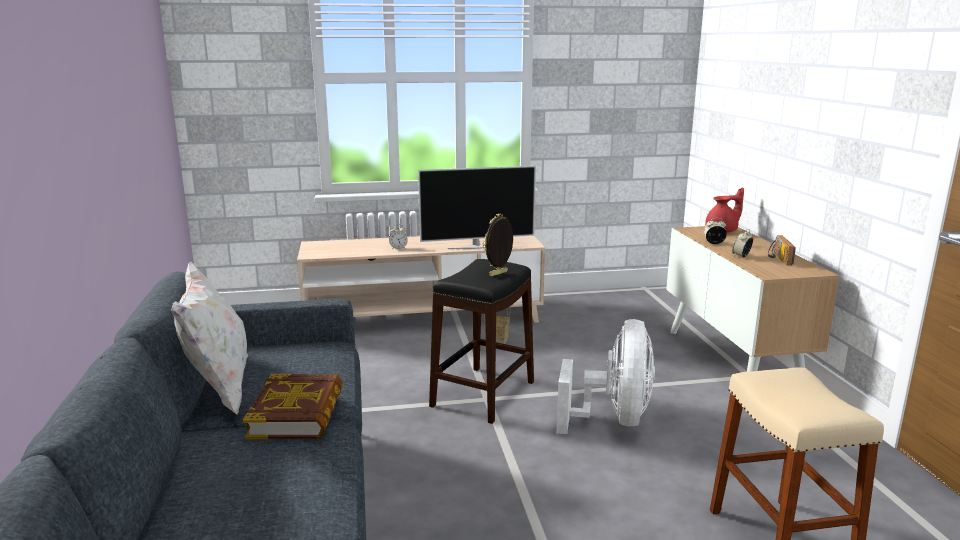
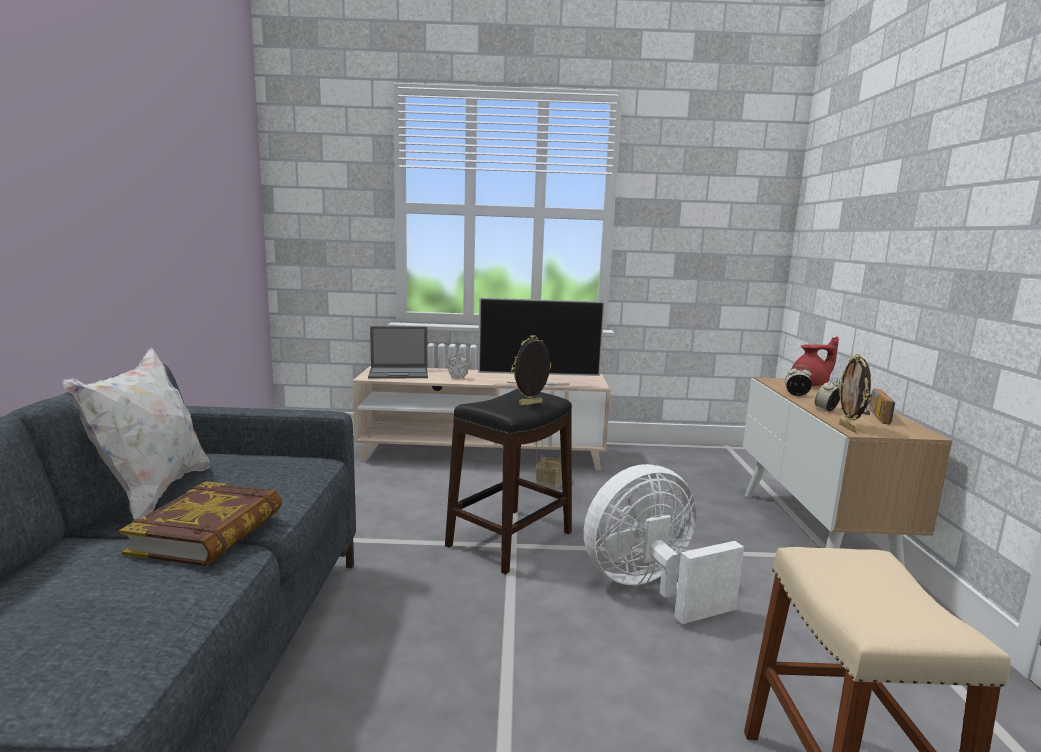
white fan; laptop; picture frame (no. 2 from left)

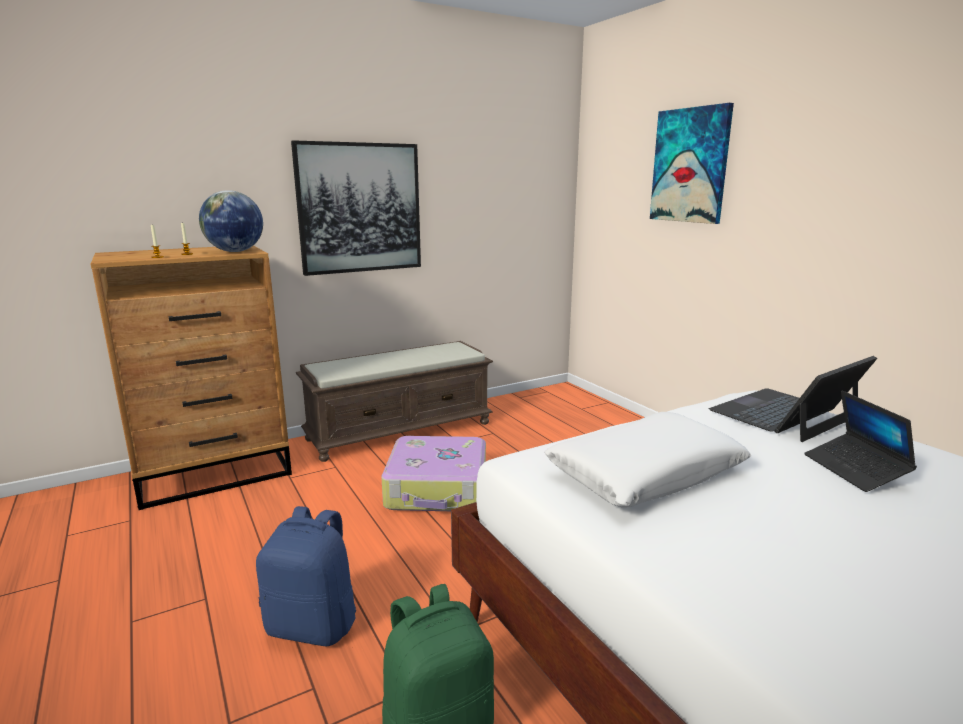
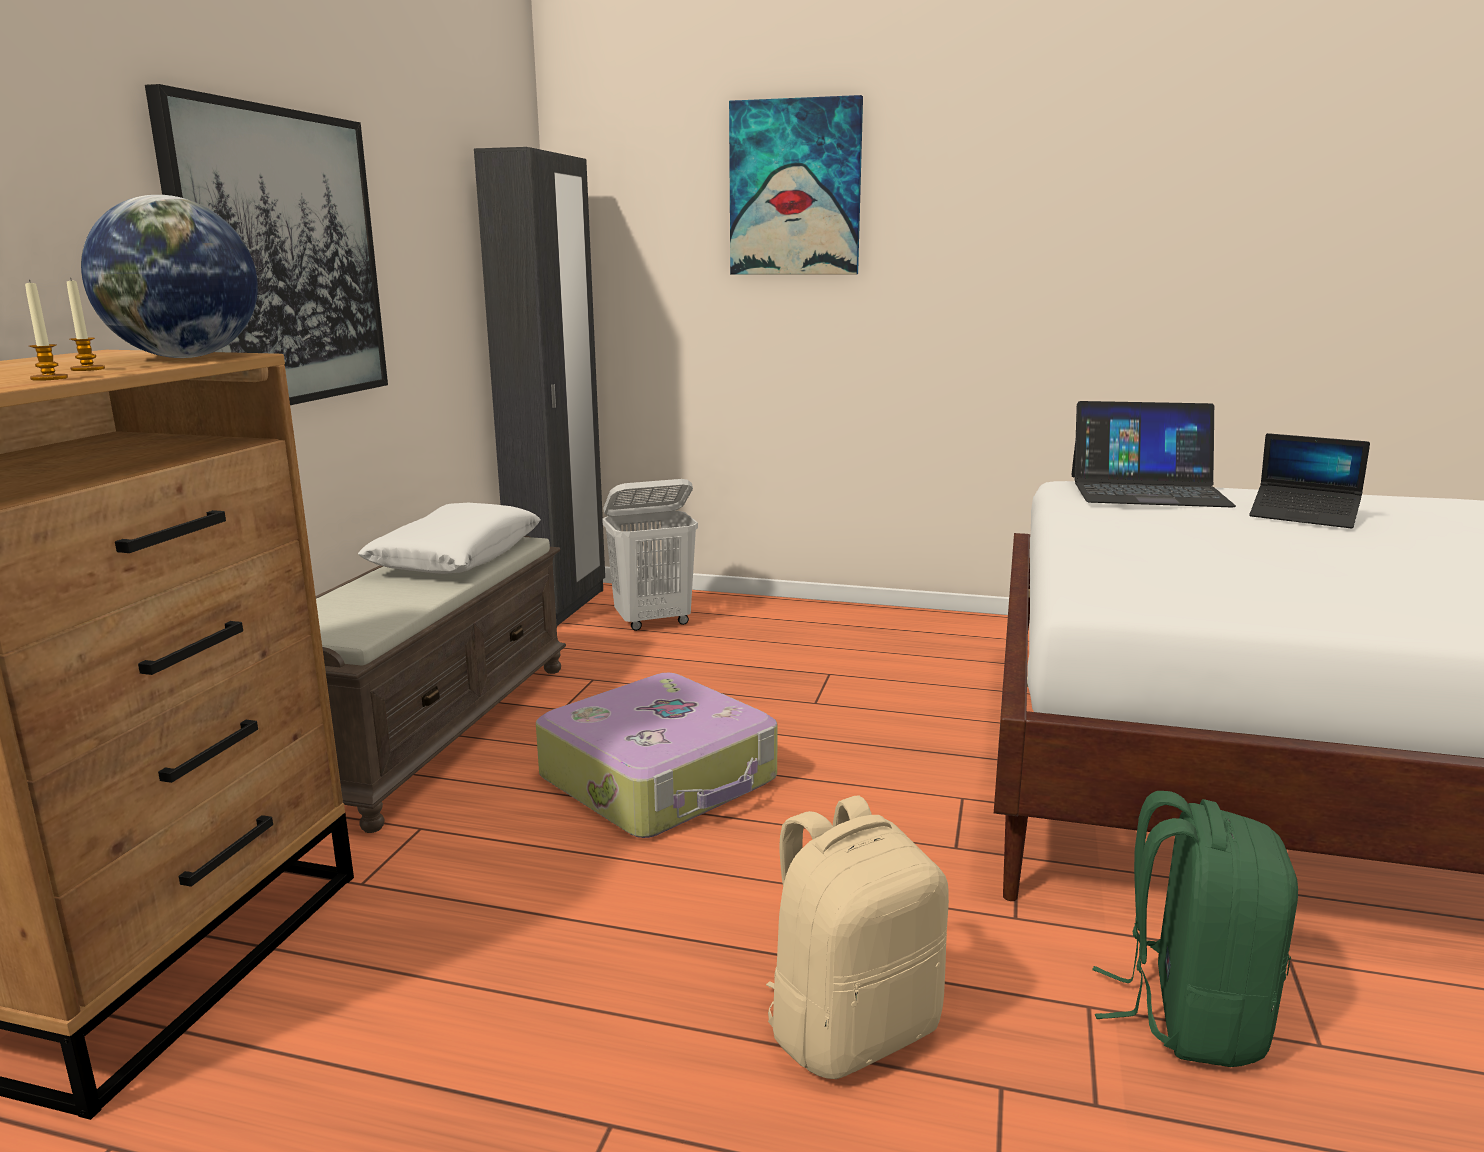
beige backpack; white pillow; laptop (no. 1 from left); black wardrobe; white laundry basket

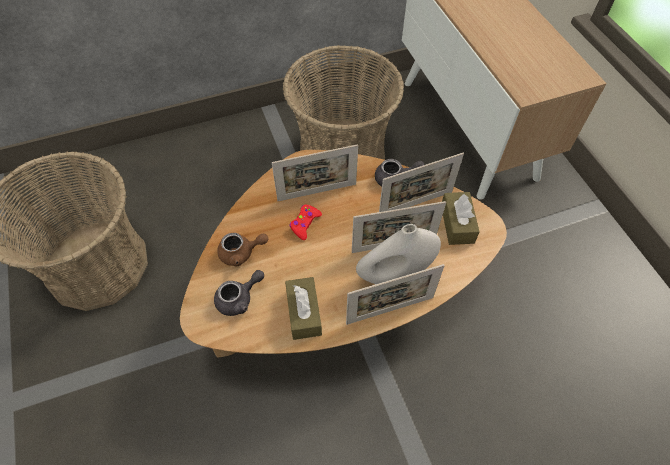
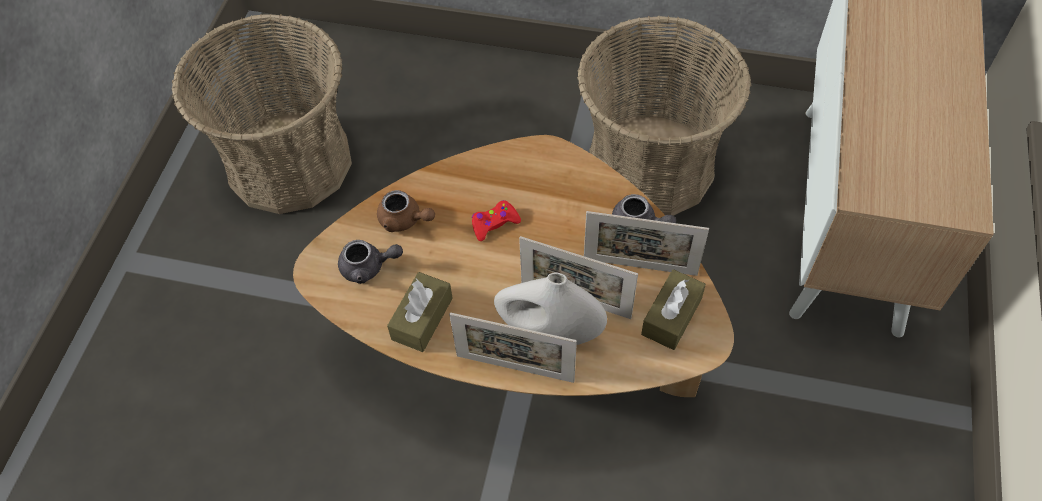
picture frame (no. 1 from left in the first image)

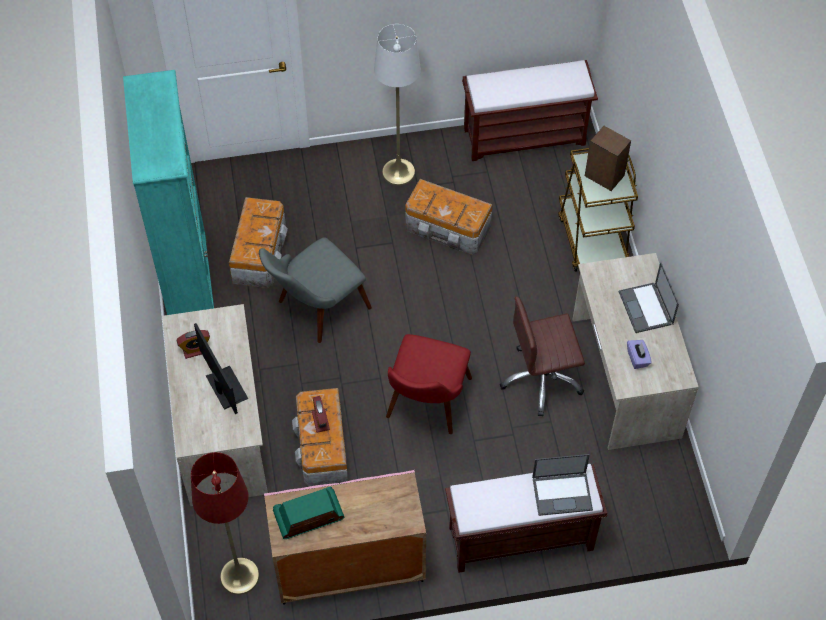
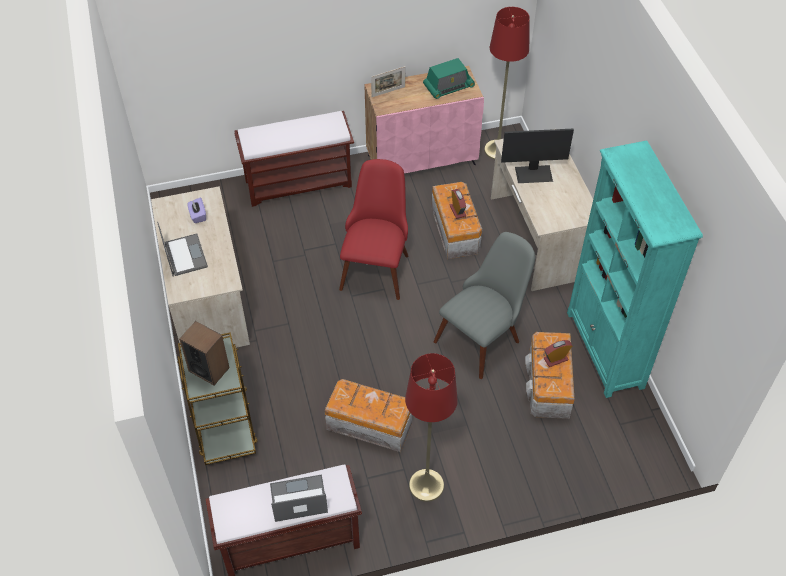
alarm clock (no. 2 from left); monitor; red floor lamp (no. 1 from left); brown office chair; laptop (no. 2 from left); picture frame

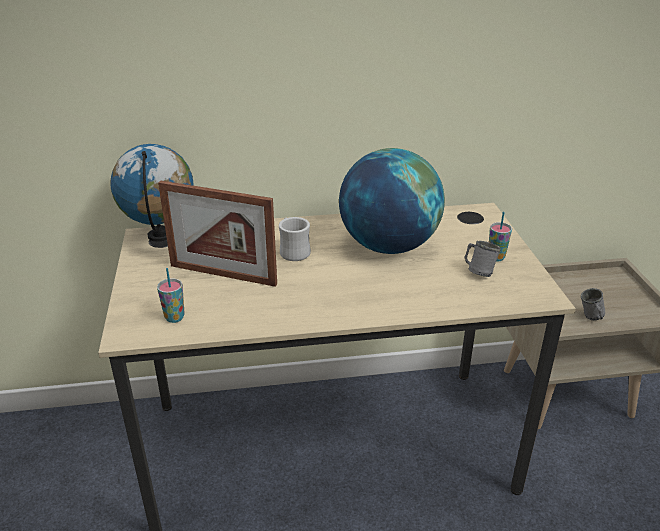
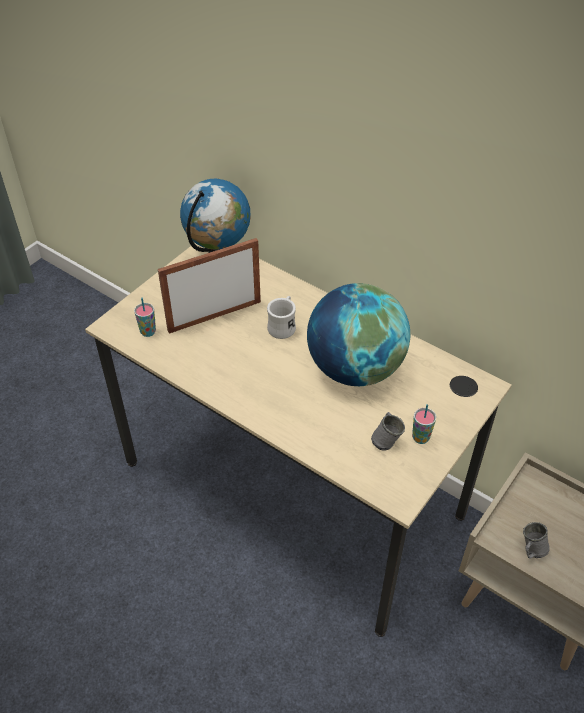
picture frame

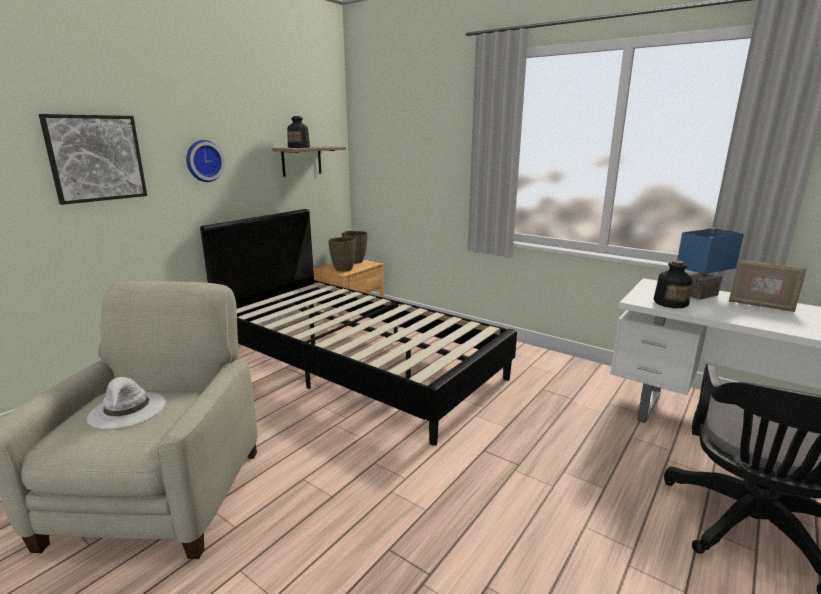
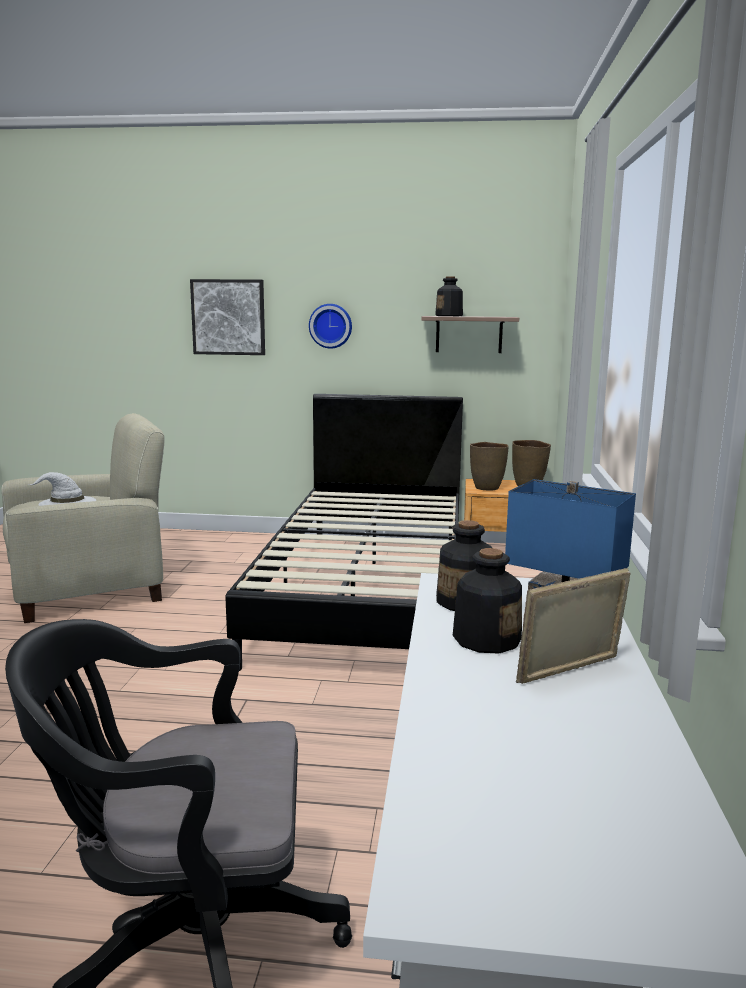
picture frame; bottle (no. 3 from left)

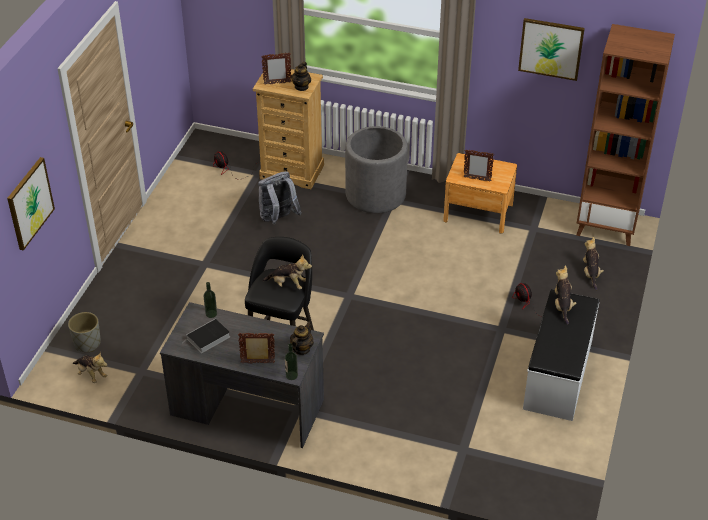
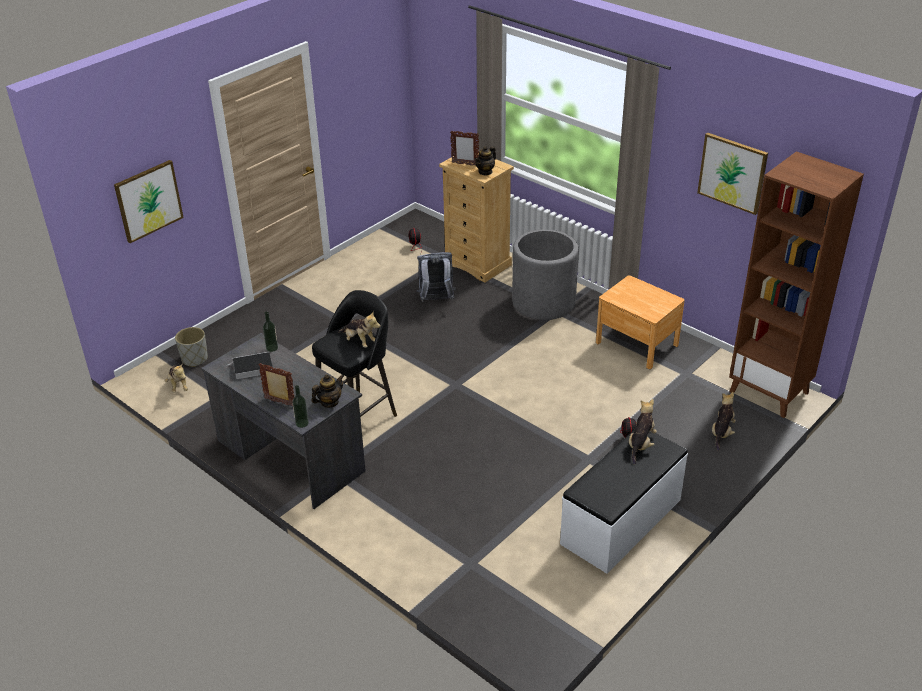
picture frame (no. 3 from left in the first image)

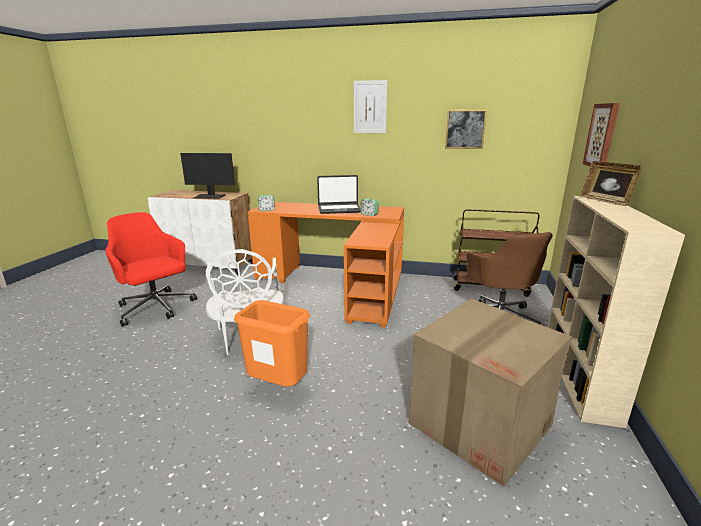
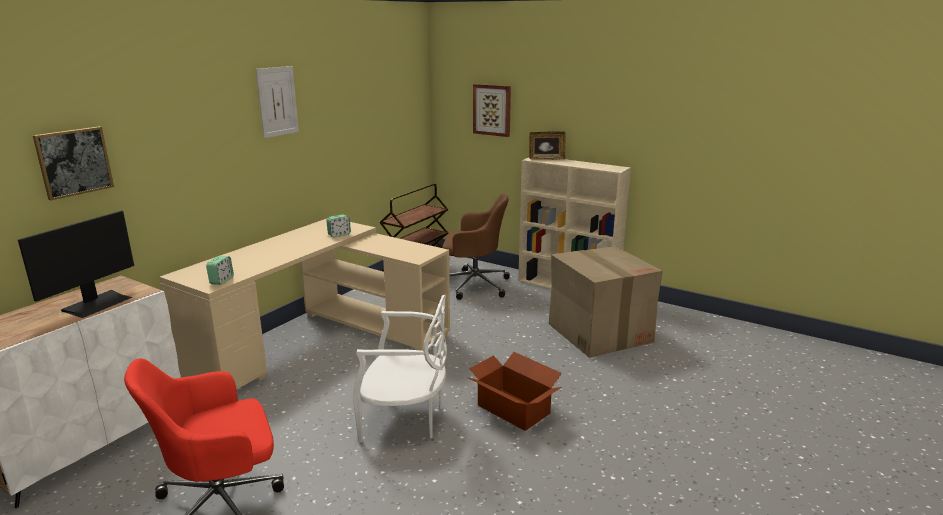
cardboard box (no. 1 from left); beige desk; laptop; picture (no. 1 from left)

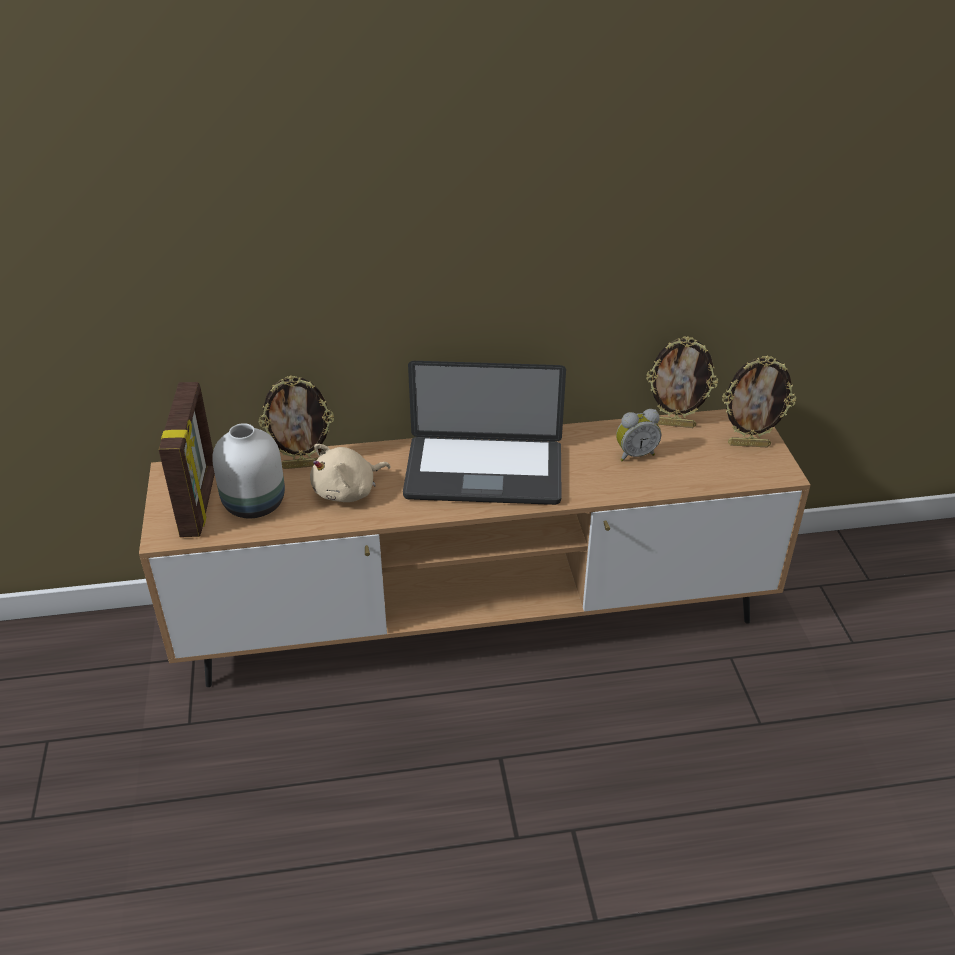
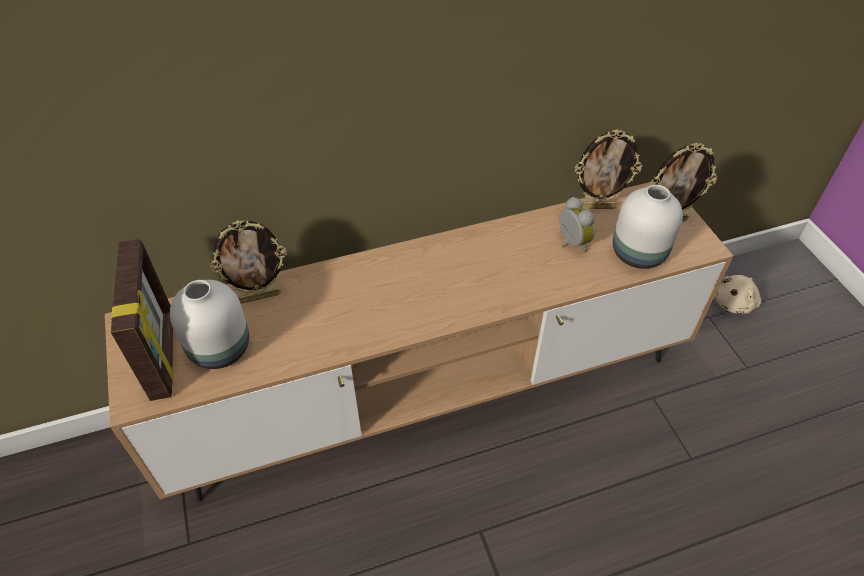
beige plush toy; laptop; alarm clock; white vase (no. 2 from left)

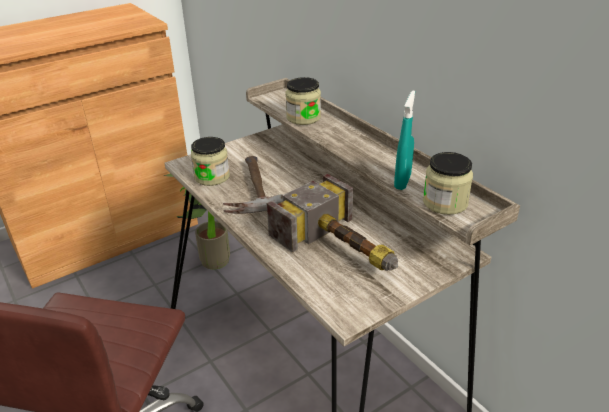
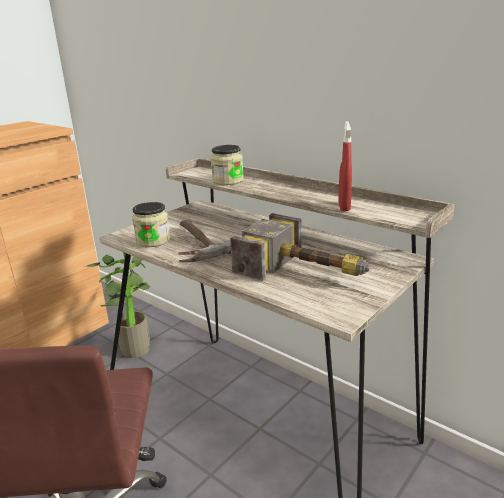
red spray bottle; jar (no. 3 from left in the first image)

